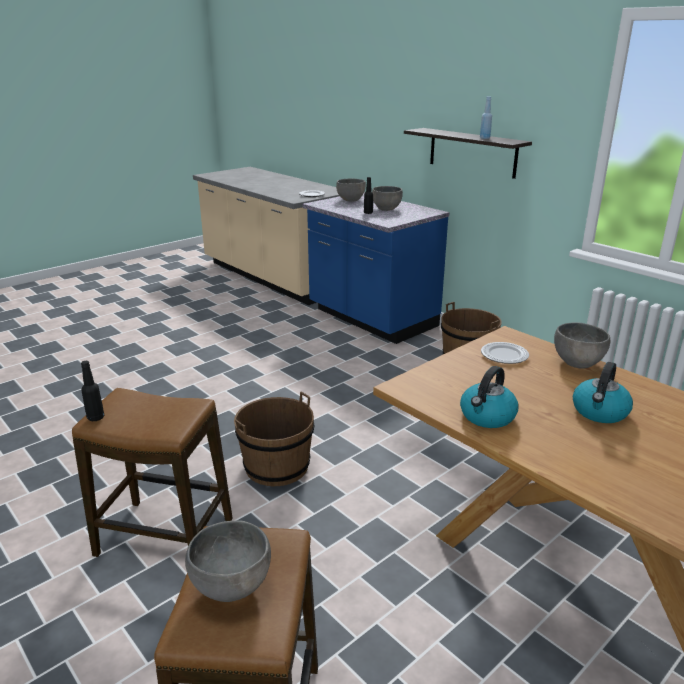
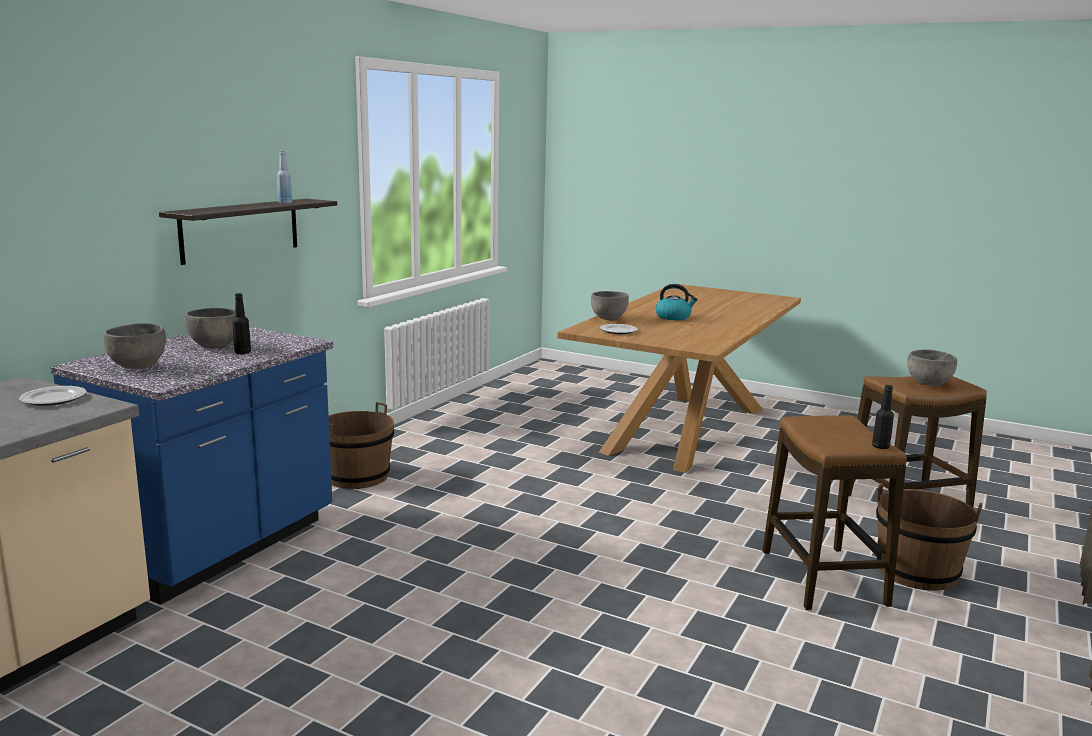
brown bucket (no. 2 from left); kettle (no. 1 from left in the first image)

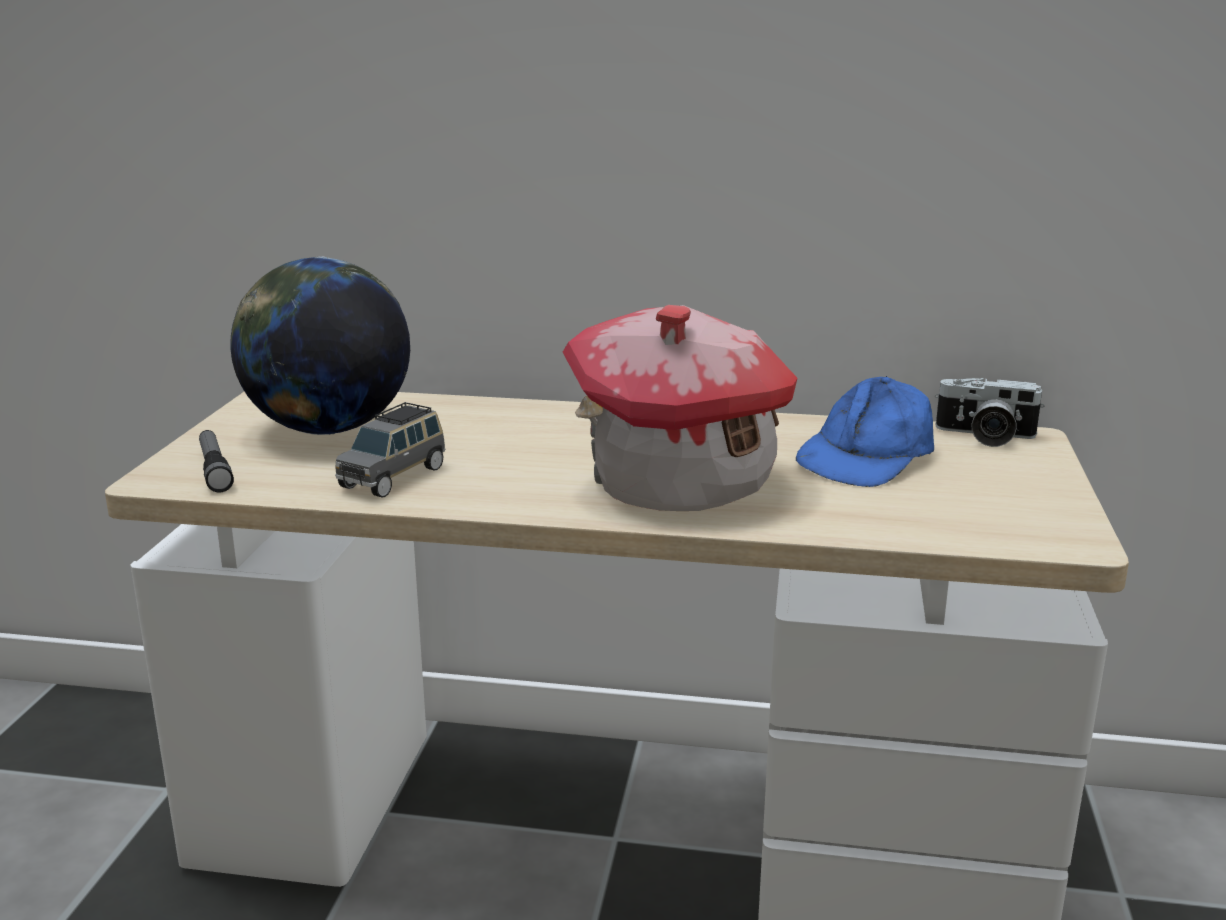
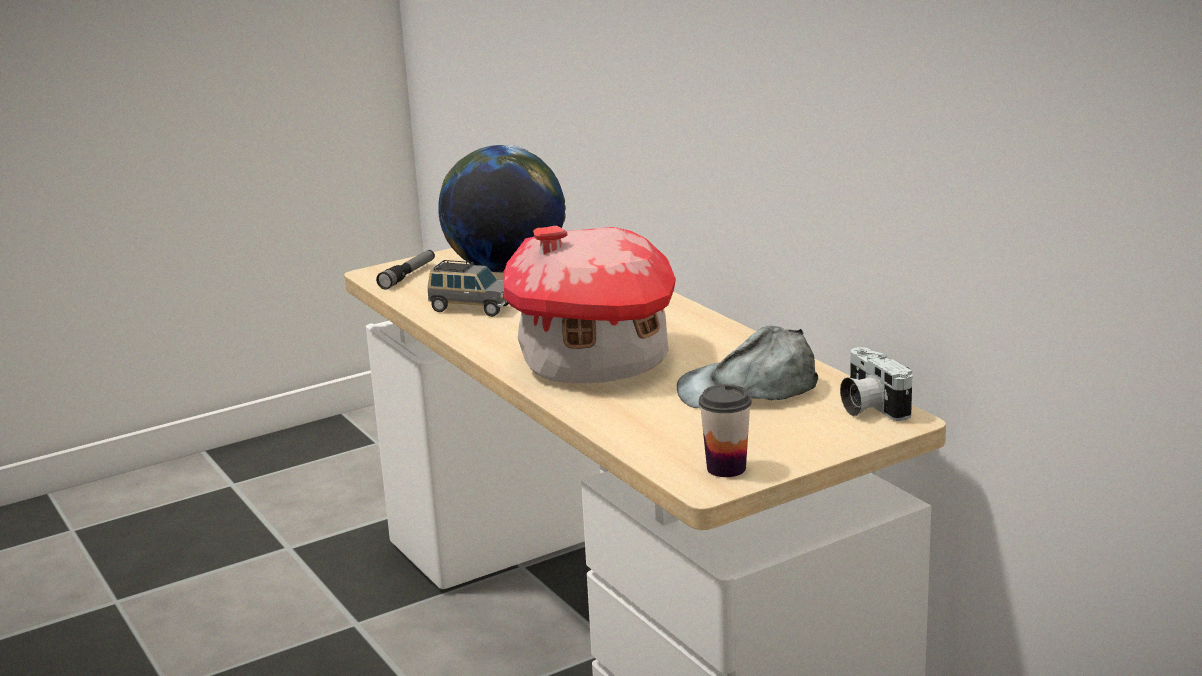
grey toy car; grey cap; cup

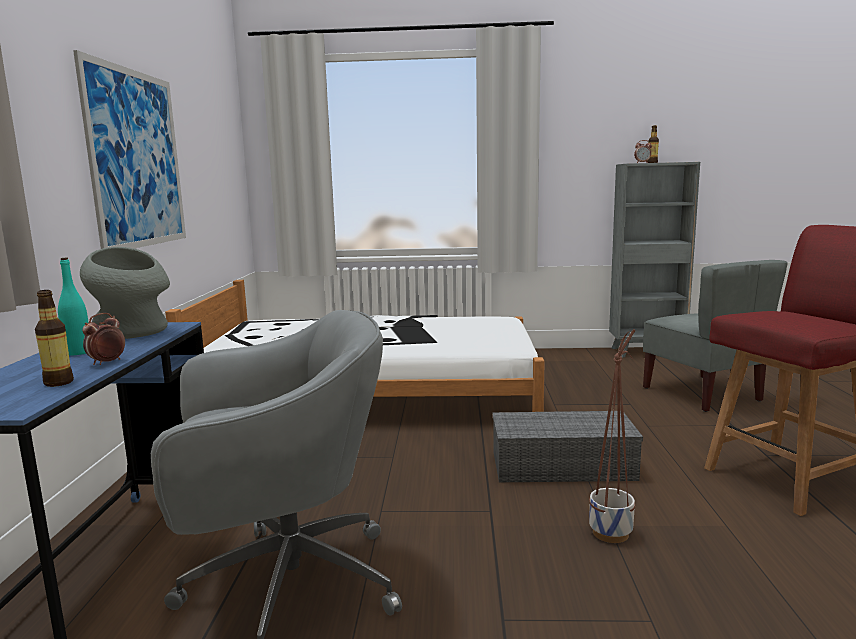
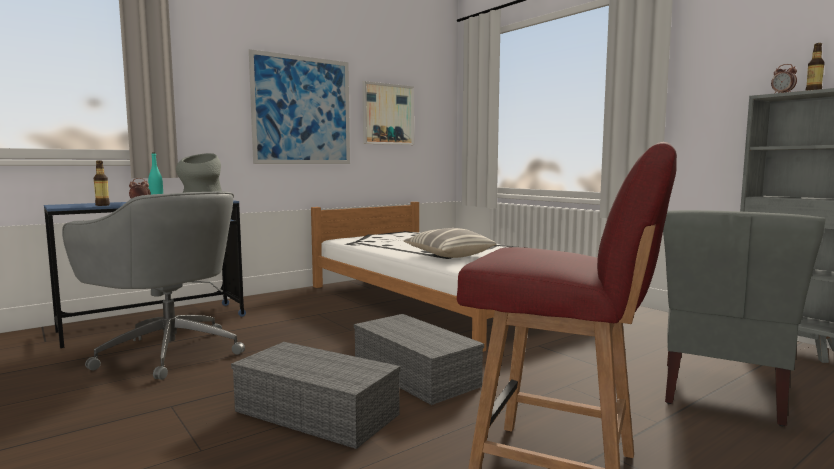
grey storage box (no. 1 from left); picture (no. 2 from left); pillow

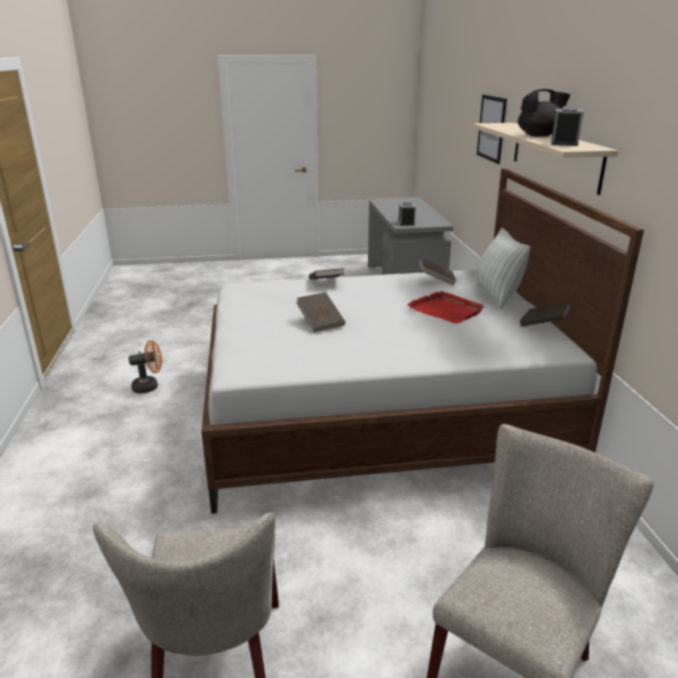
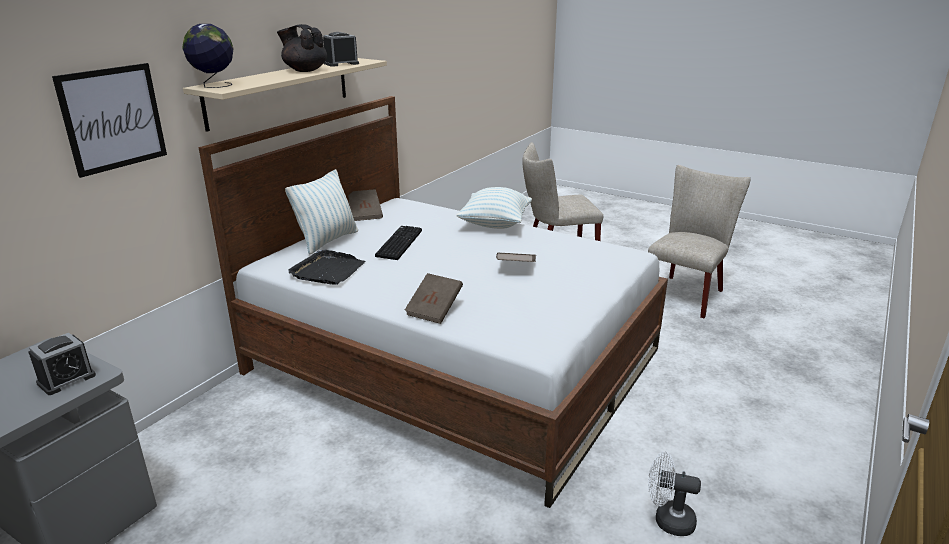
white fan; keyboard; black tray; globe; pillow (no. 2 from left)

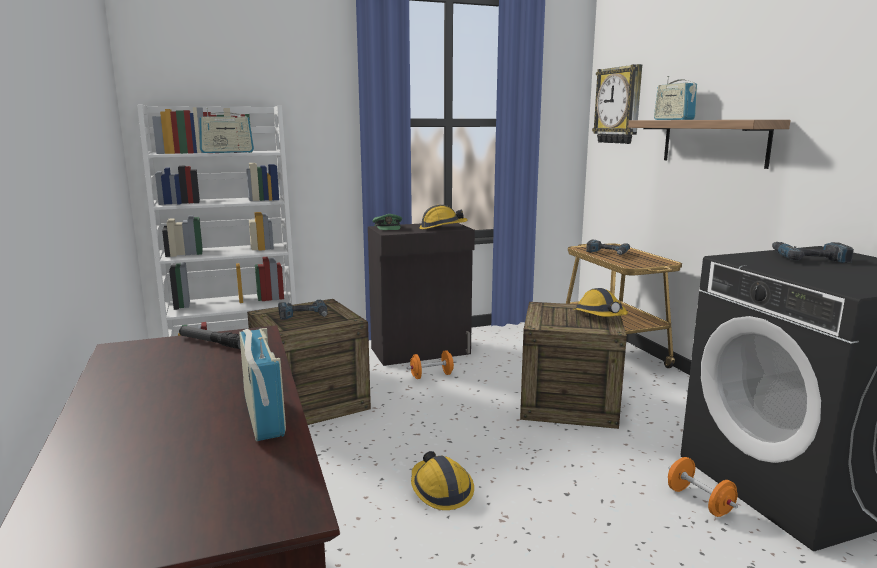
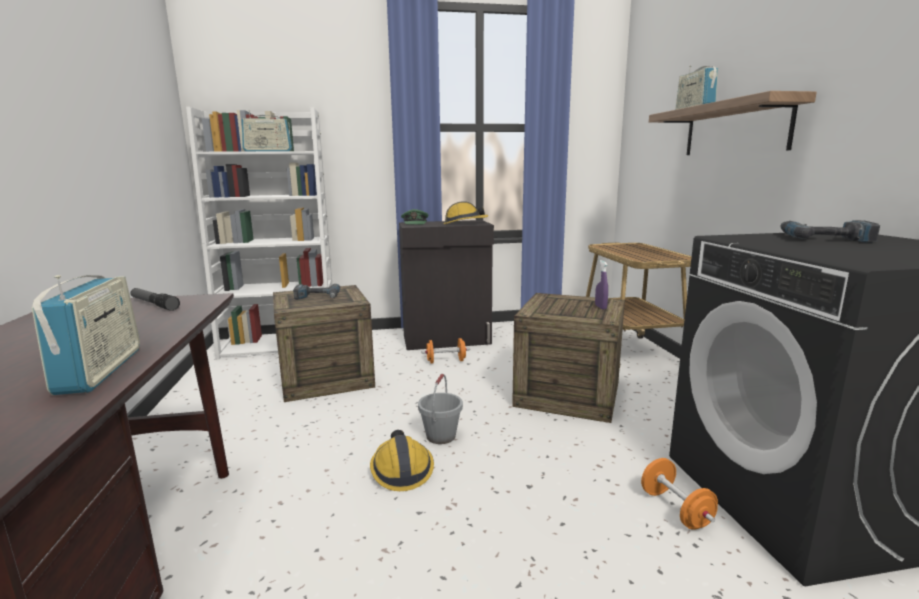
purple spray bottle; power drill (no. 2 from left in the first image); wall clock; grey bucket

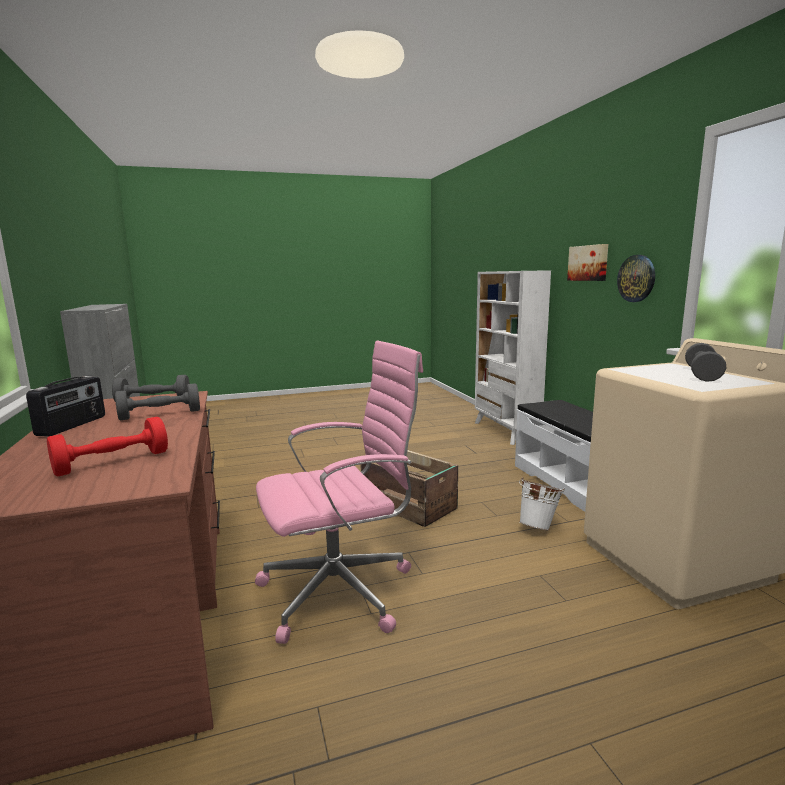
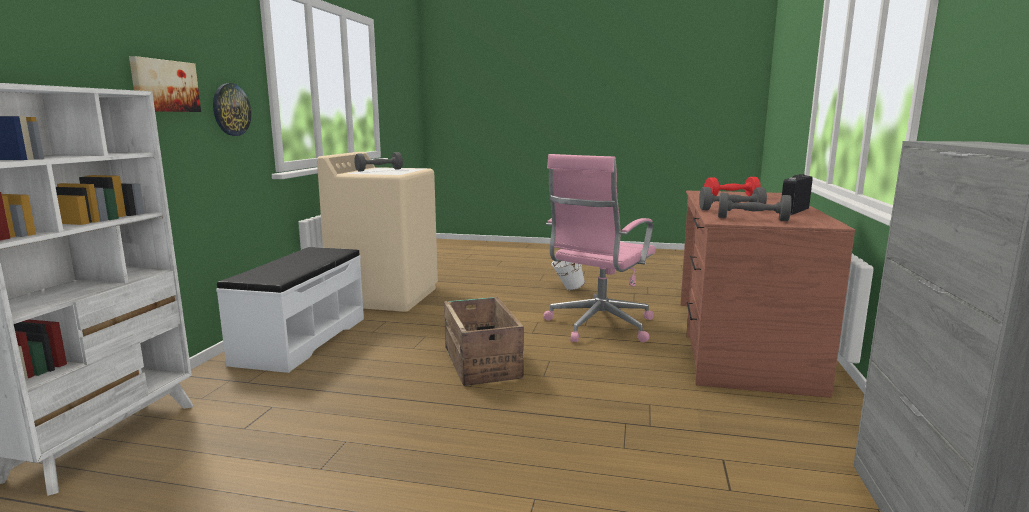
pink office chair; white bucket

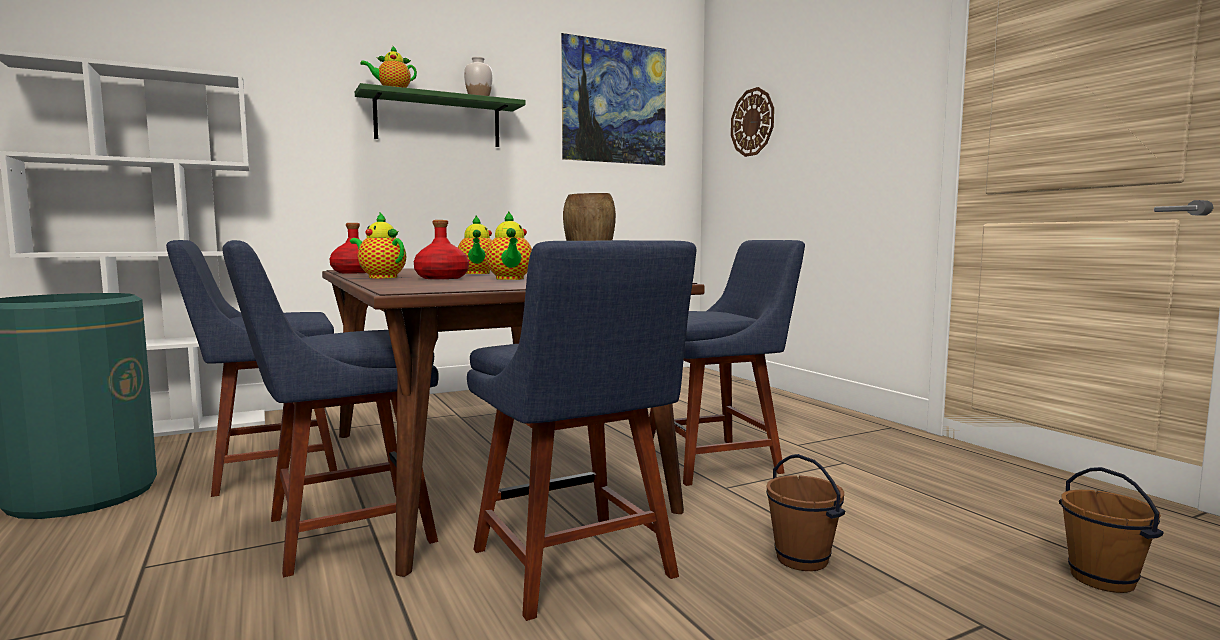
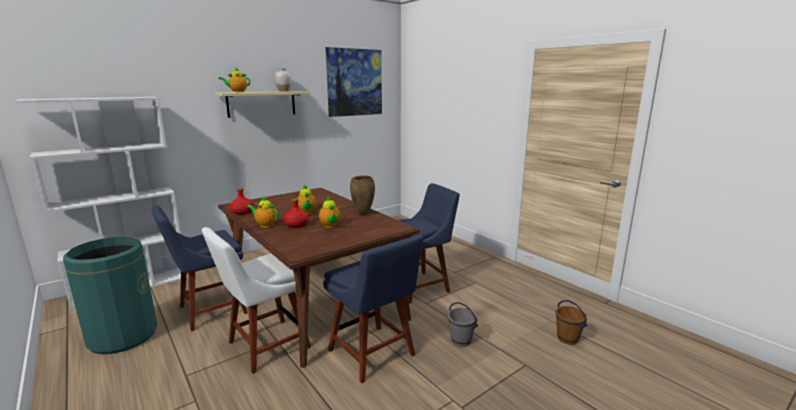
white chair; beige shelf; wall clock; grey bucket

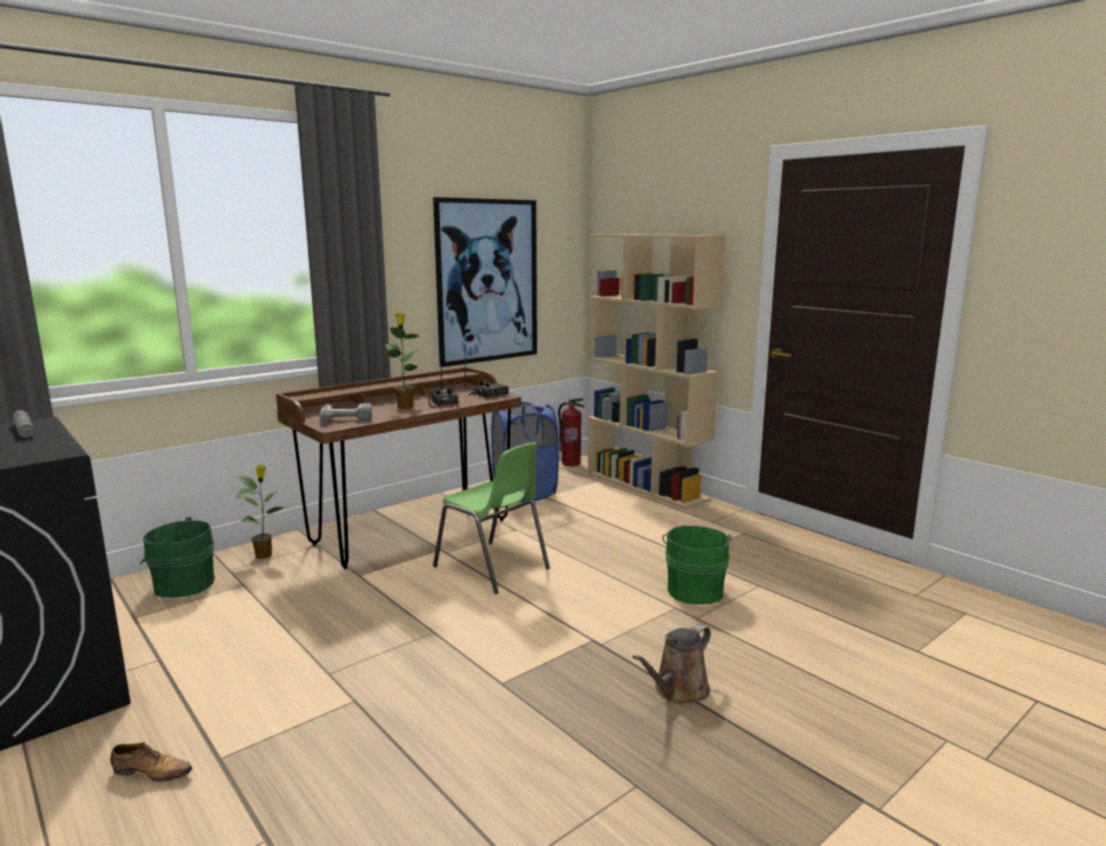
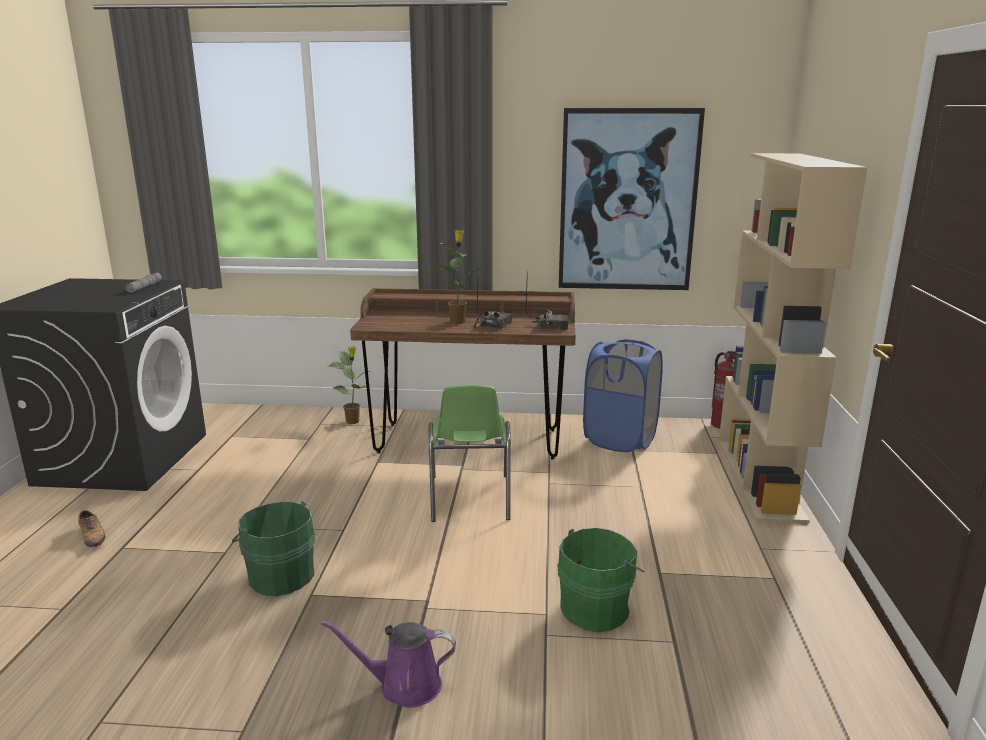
green bucket (no. 1 from left); power drill; purple watering can

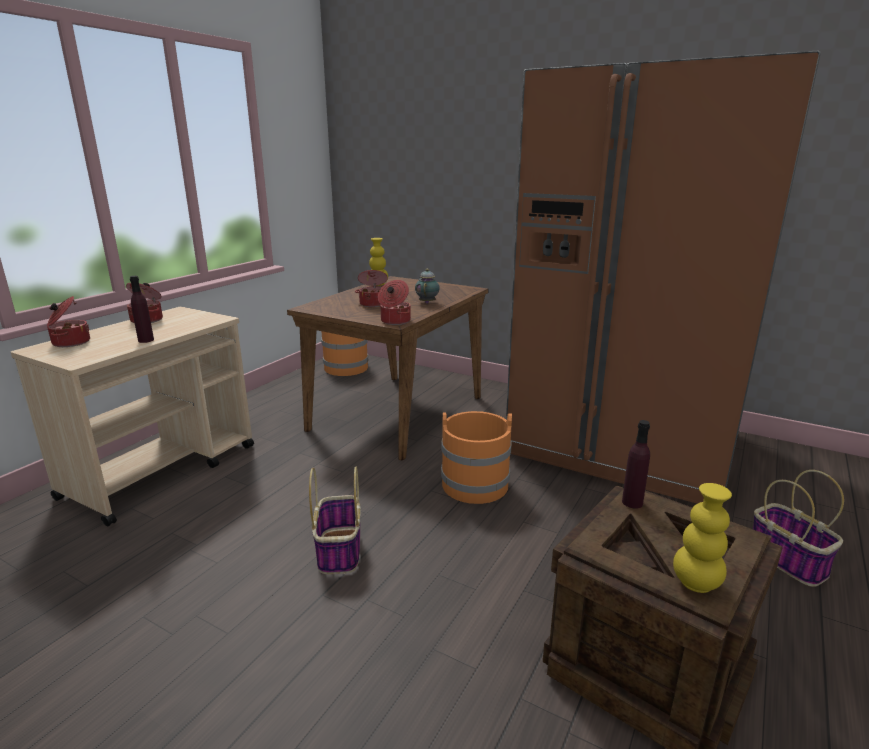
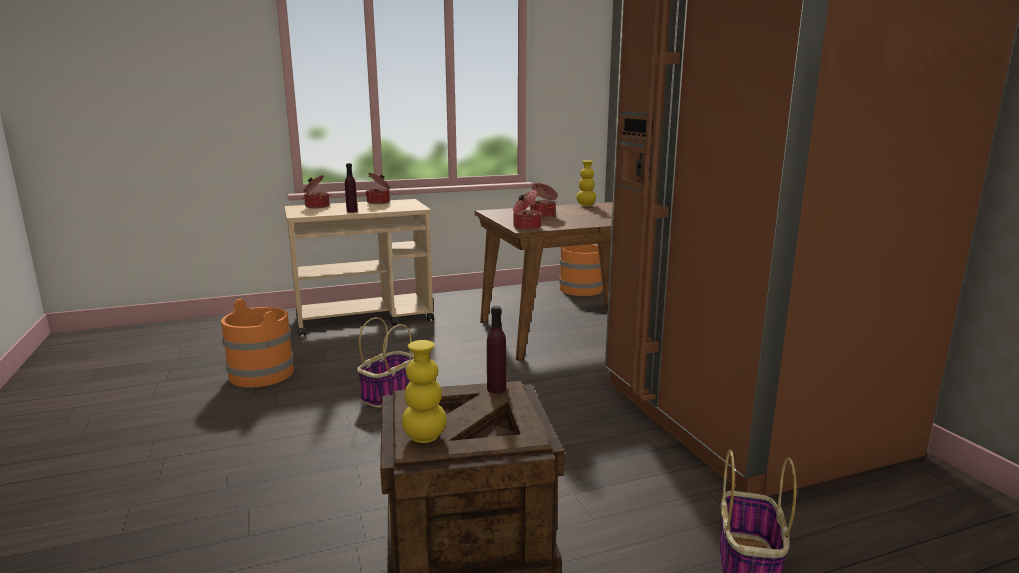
teapot; orange bucket (no. 1 from left)

